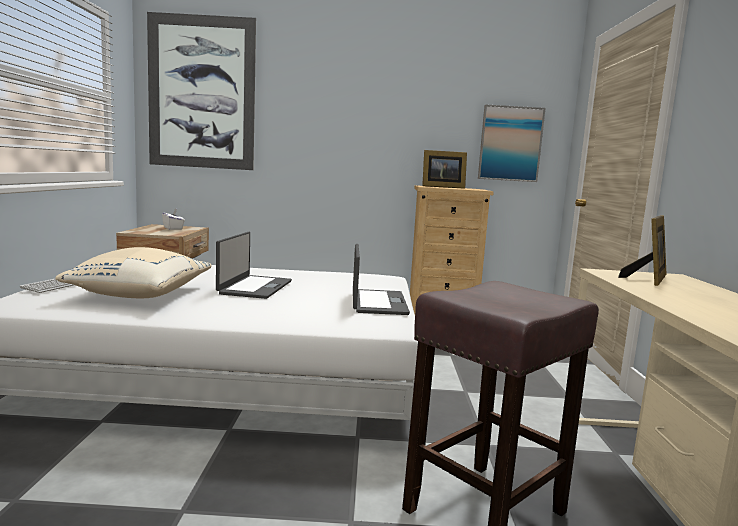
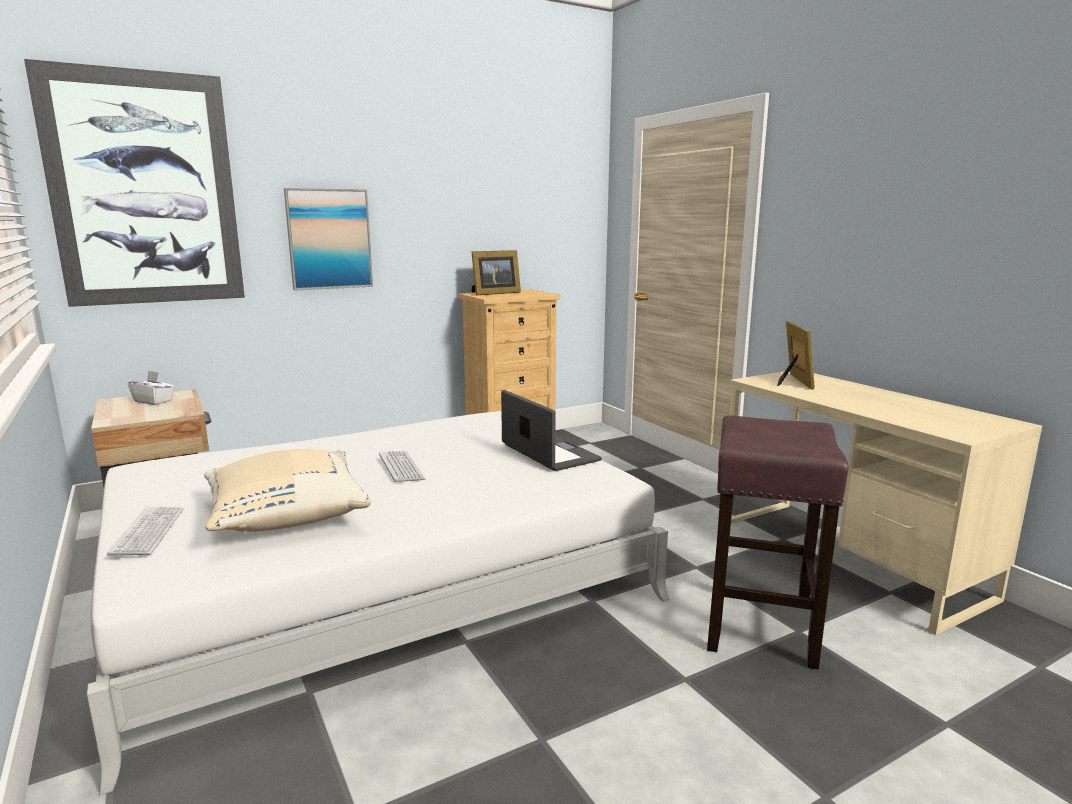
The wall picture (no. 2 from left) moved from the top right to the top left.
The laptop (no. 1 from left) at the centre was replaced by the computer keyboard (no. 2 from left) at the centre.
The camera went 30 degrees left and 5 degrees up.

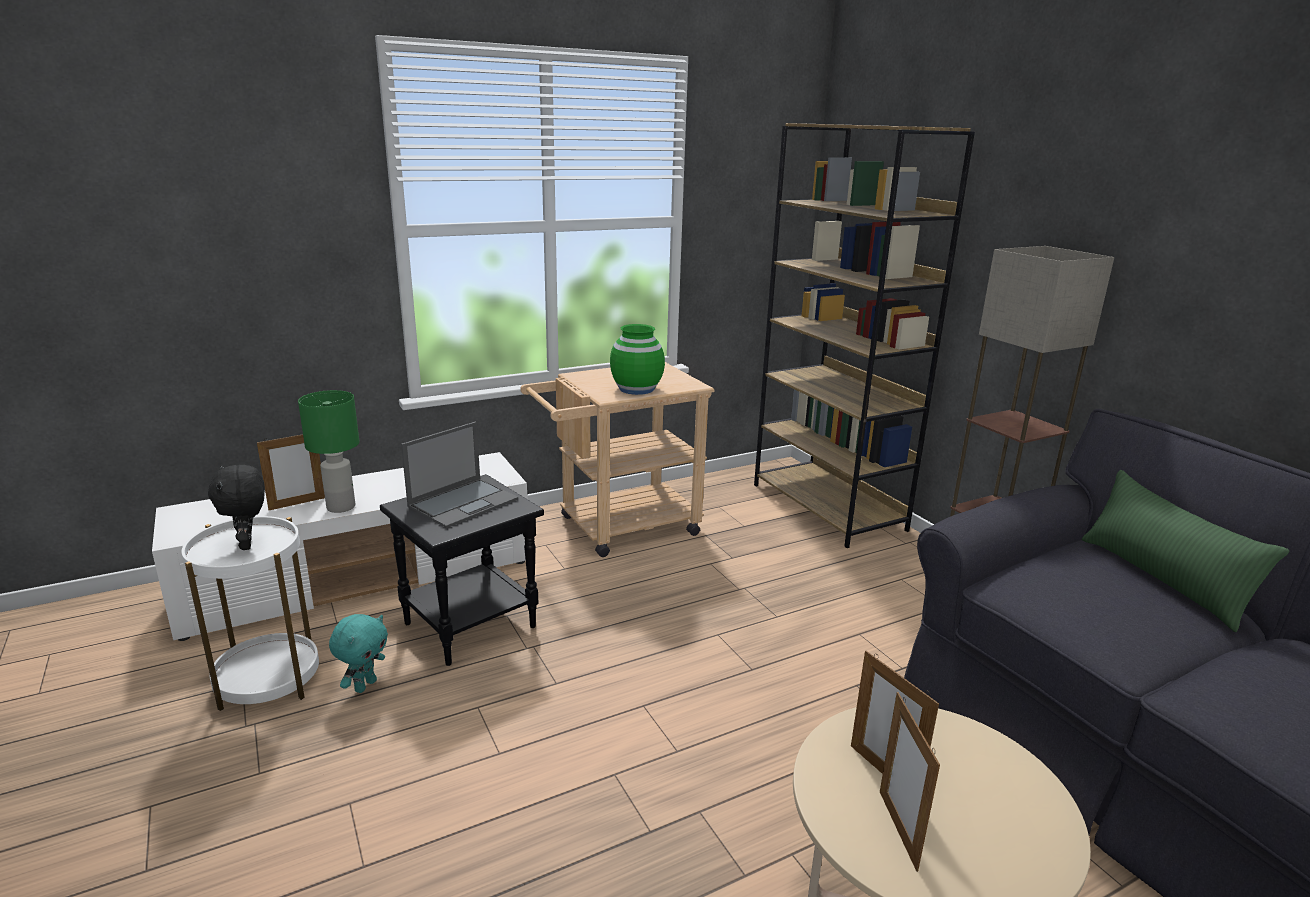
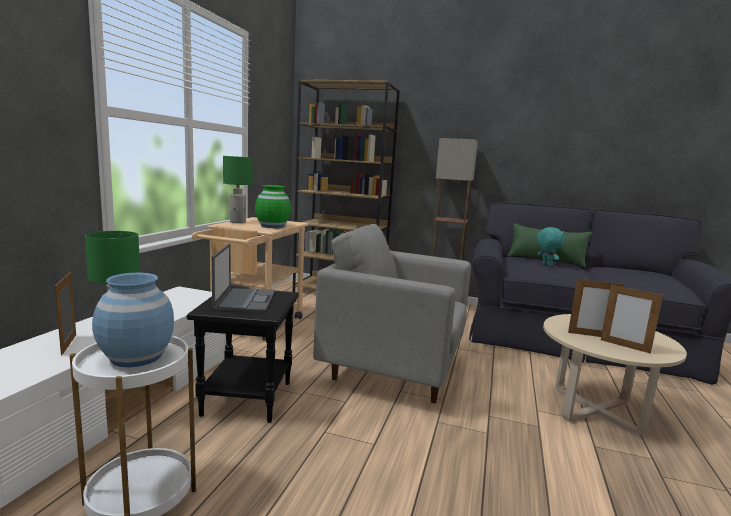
The standing frame (no. 1 from left) at the middle left turned 150 degrees clockwise.
The blackish soft toy at the middle left was replaced by the bluish decorative vase at the middle left.
The turquoise-coloured soft toy moved from the bottom left to the middle right.
The green-coloured table lamp (no. 2 from left) at the middle left appeared.
The gray easy chair at the centre appeared.
The camera went 45 degrees left and 10 degrees down.

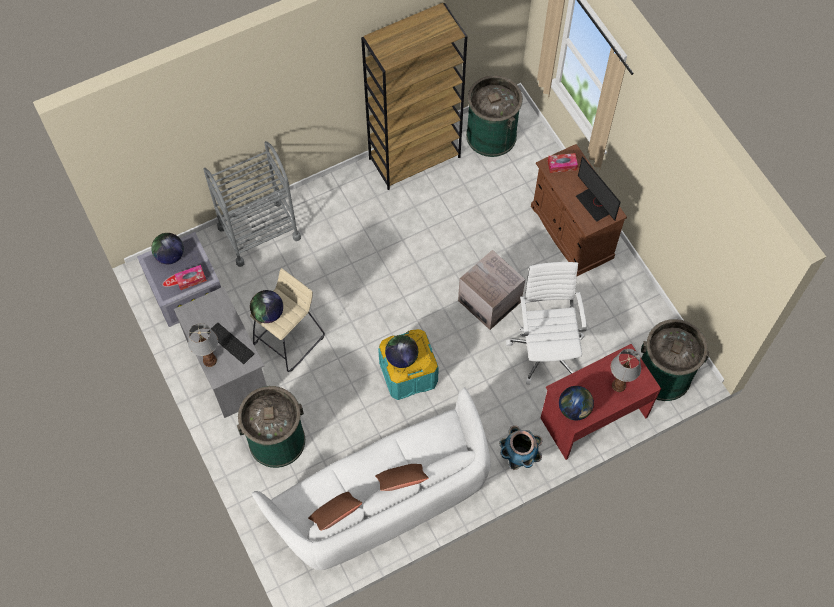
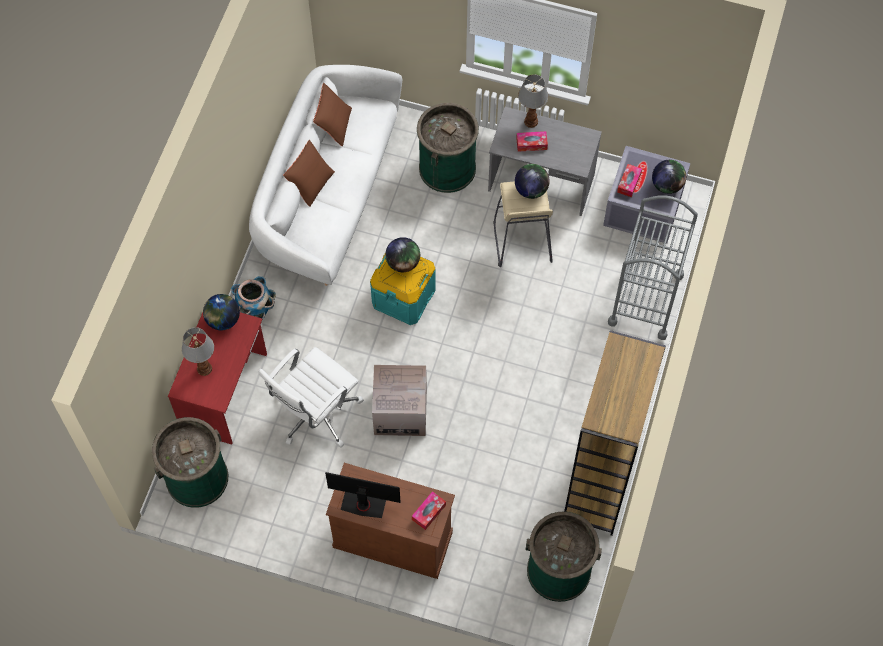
The white computer chair at the centre turned 90 degrees clockwise.
The computer keyboard at the middle left was replaced by the tissue holder (no. 2 from left) at the top centre.
The camera went 135 degrees right and 0 degrees up.

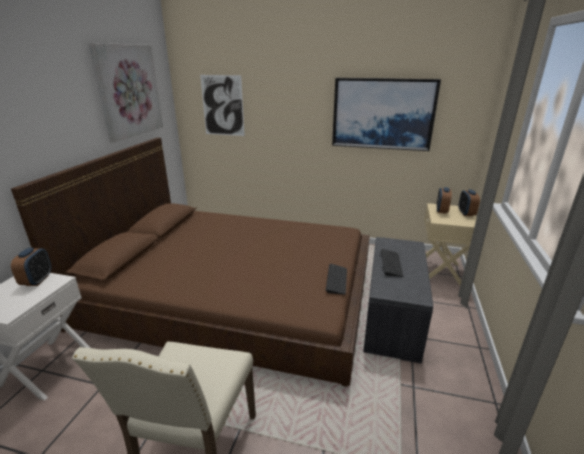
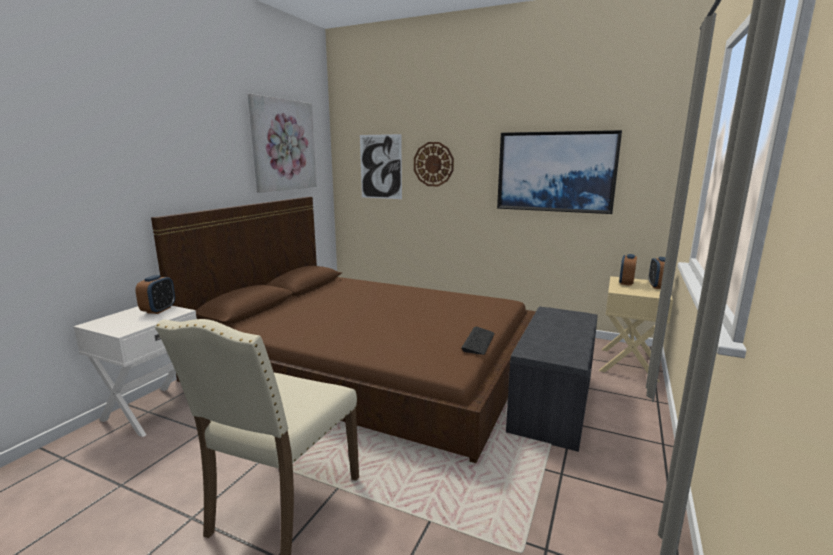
The computer keyboard (no. 2 from left) at the middle right disappeared.
The wall clock at the top centre appeared.
The camera went 10 degrees right and 10 degrees down.

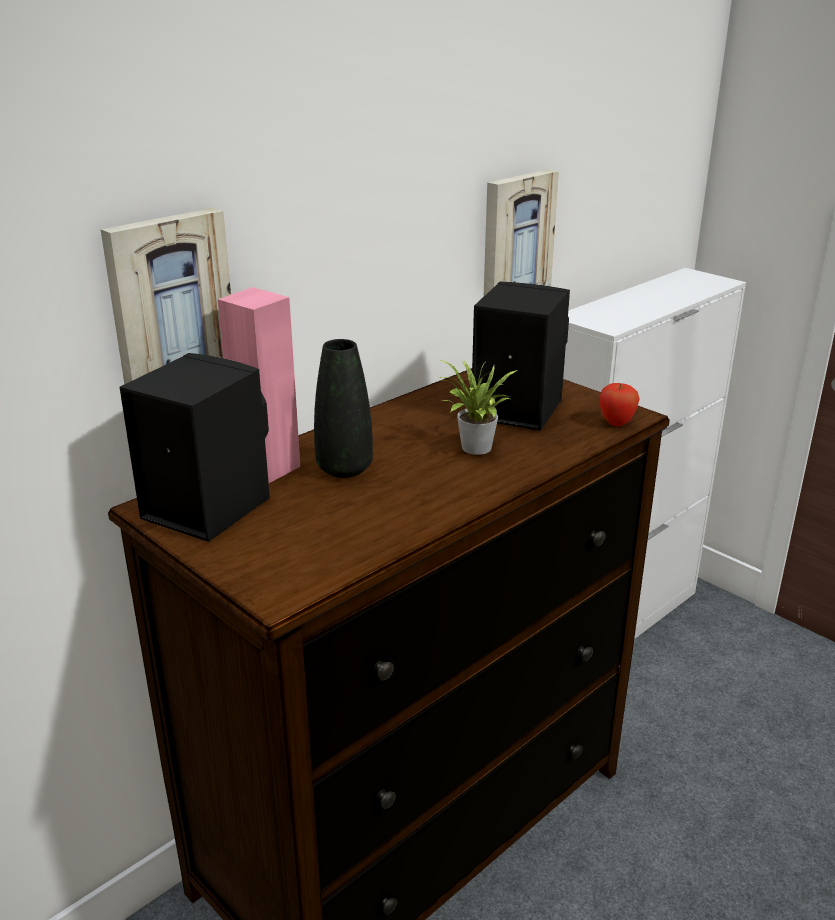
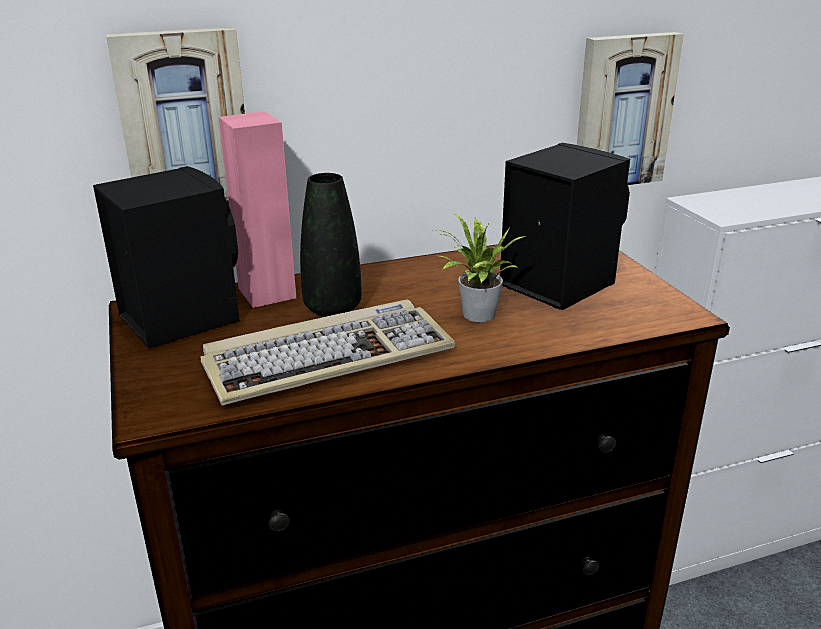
The apple at the middle right disappeared.
The computer keyboard at the centre appeared.
The camera went 25 degrees right and 0 degrees up.

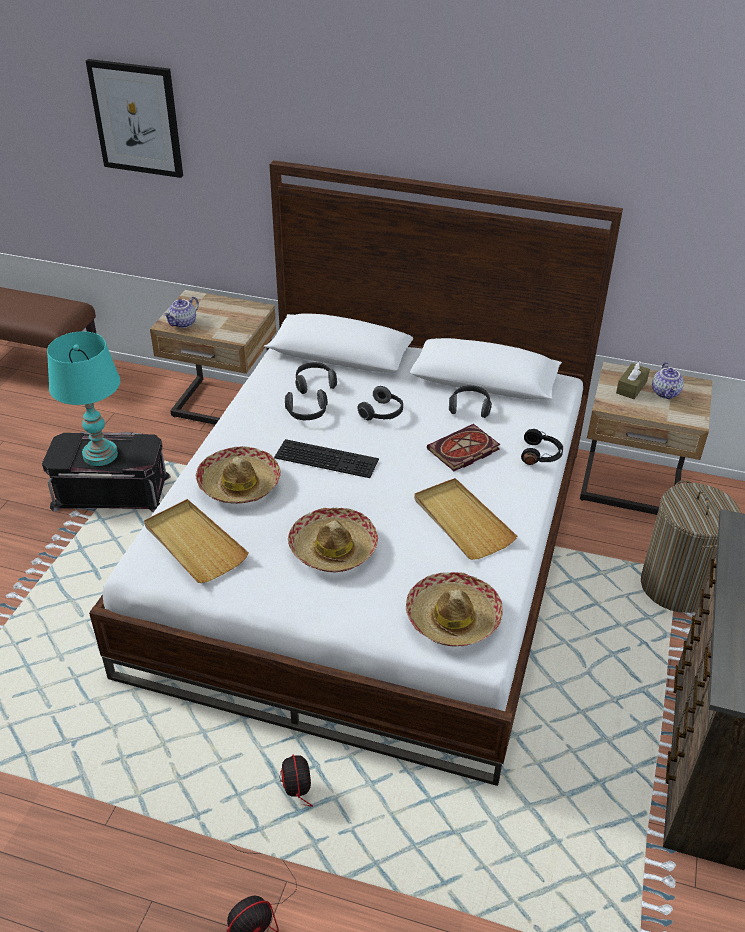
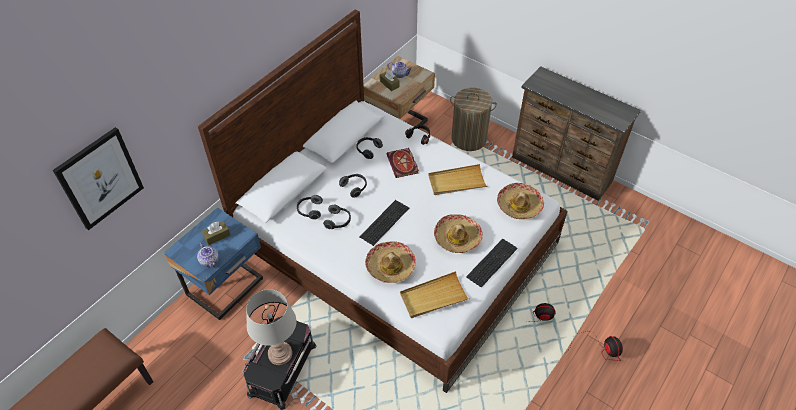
The sand-coloured night table (no. 1 from left) at the middle left became the bluish night table at the middle left.
The turquoise-coloured table lamp at the middle left became the gray table lamp at the bottom centre.
The brown tissue holder (no. 1 from left) at the middle left appeared.
The computer keyboard (no. 2 from left) at the centre appeared.
The camera went 70 degrees left and 10 degrees up.

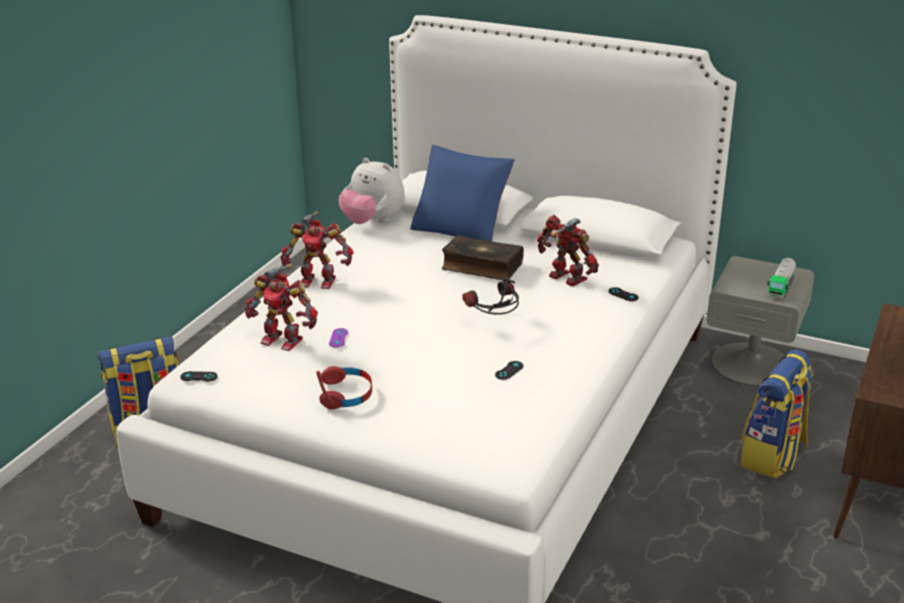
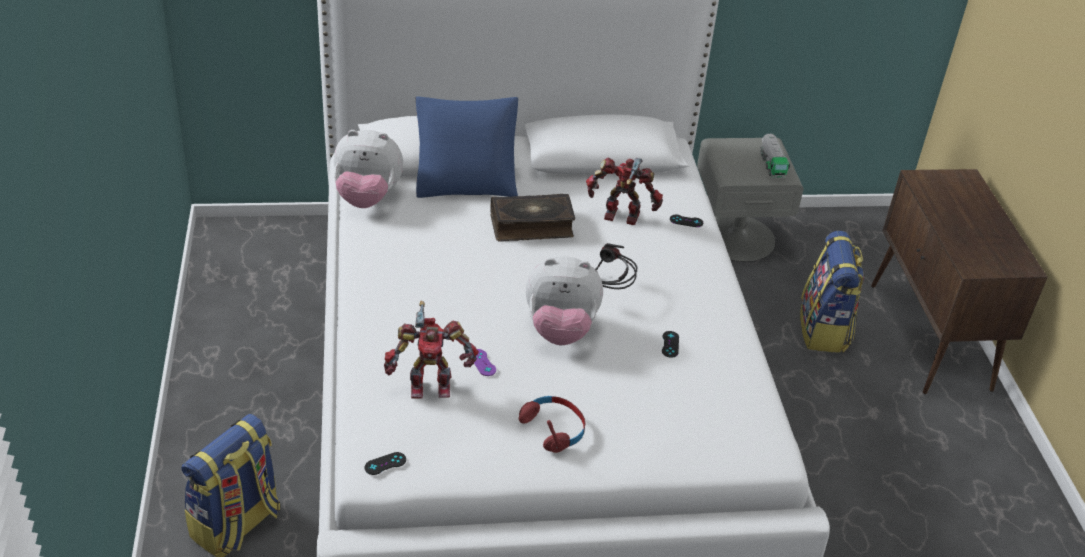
The toy robot (no. 2 from left) at the centre disappeared.
The soft toy (no. 2 from left) at the centre appeared.
The camera went 35 degrees left and 10 degrees up.

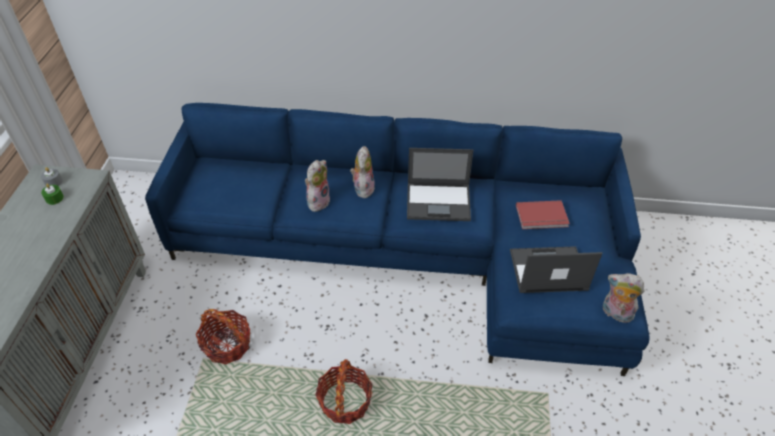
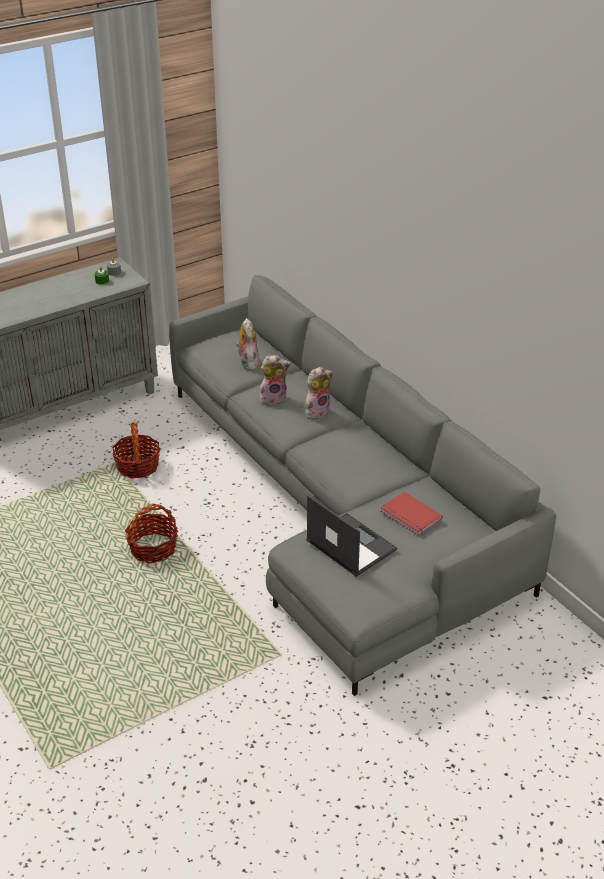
The bluish settee at the centre became the gray settee at the centre.
The laptop (no. 1 from left) at the centre disappeared.
The soft toy (no. 3 from left in the first image) moved from the bottom right to the centre.
The camera went 50 degrees right and 10 degrees down.

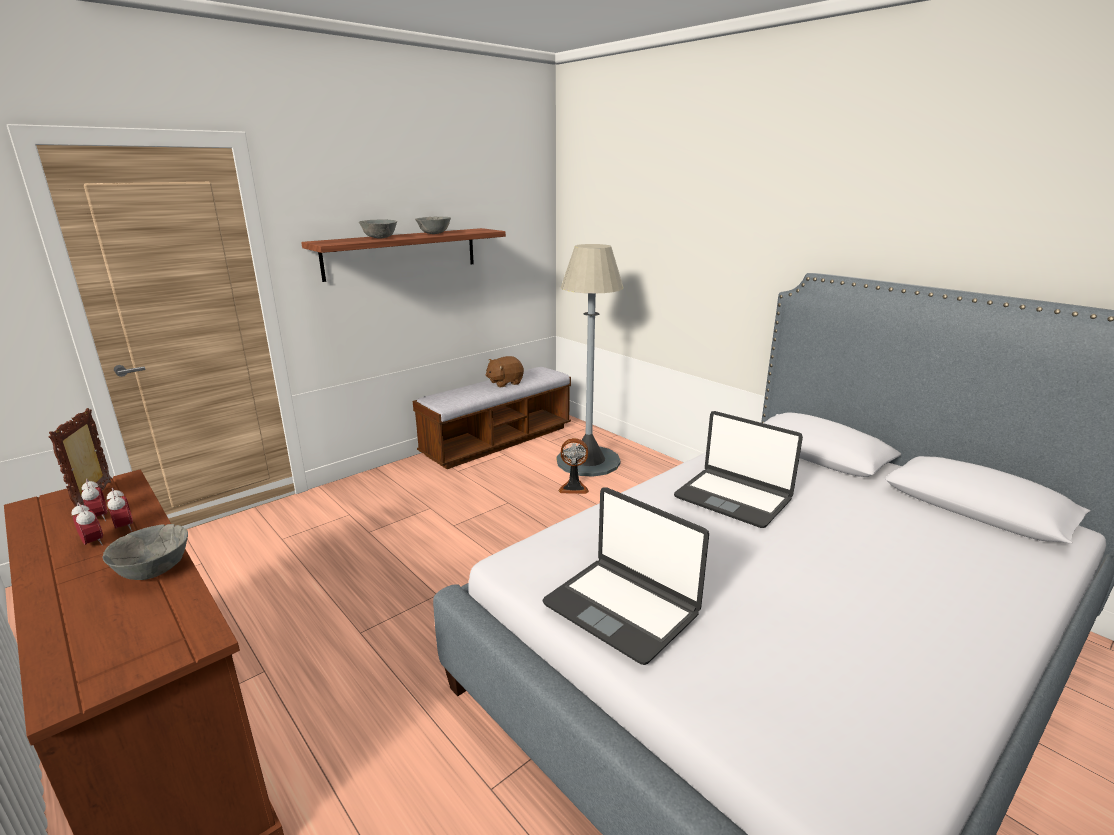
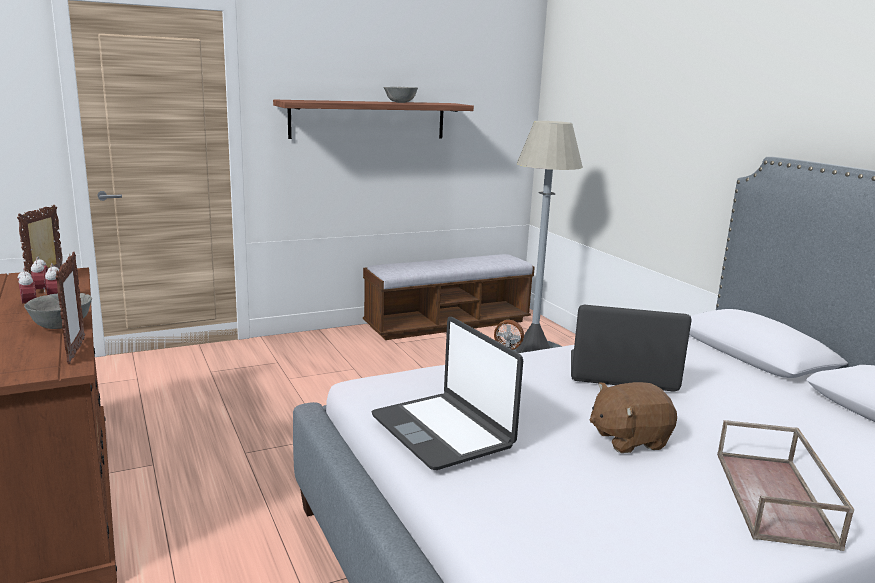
The gray bowl (no. 2 from left) at the top centre disappeared.
The brown soft toy moved from the centre to the bottom right.
The laptop (no. 2 from left) at the centre turned 135 degrees clockwise.
The standing frame (no. 2 from left) at the middle left appeared.
The brown carrying tray at the bottom right appeared.
The camera went 15 degrees right and 5 degrees down.

